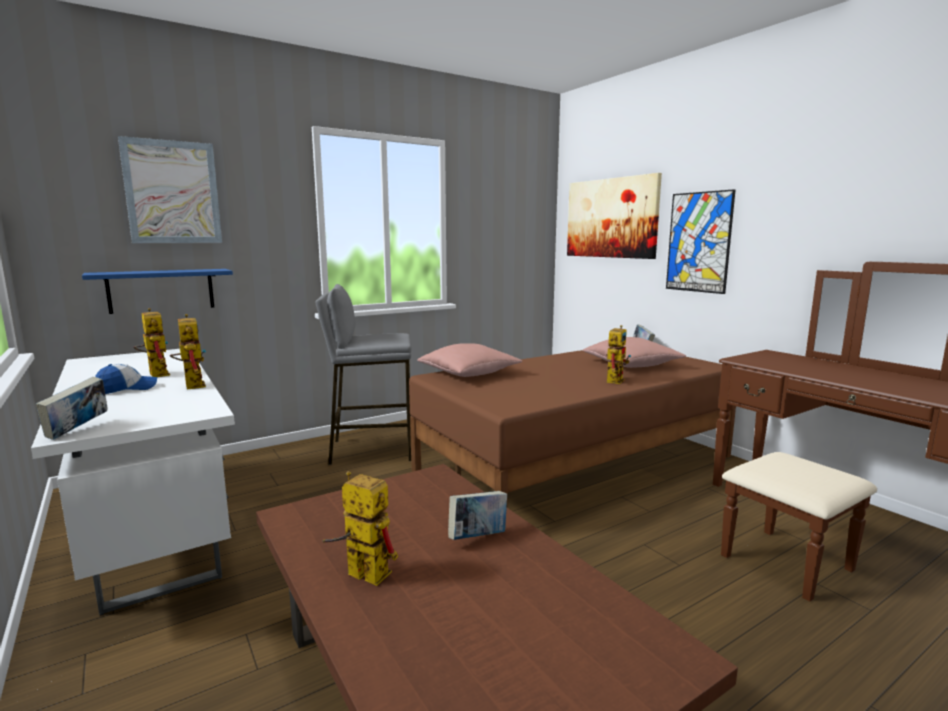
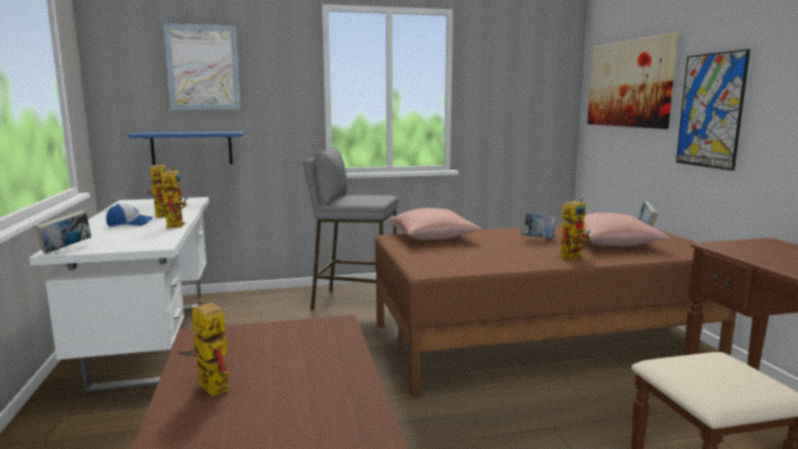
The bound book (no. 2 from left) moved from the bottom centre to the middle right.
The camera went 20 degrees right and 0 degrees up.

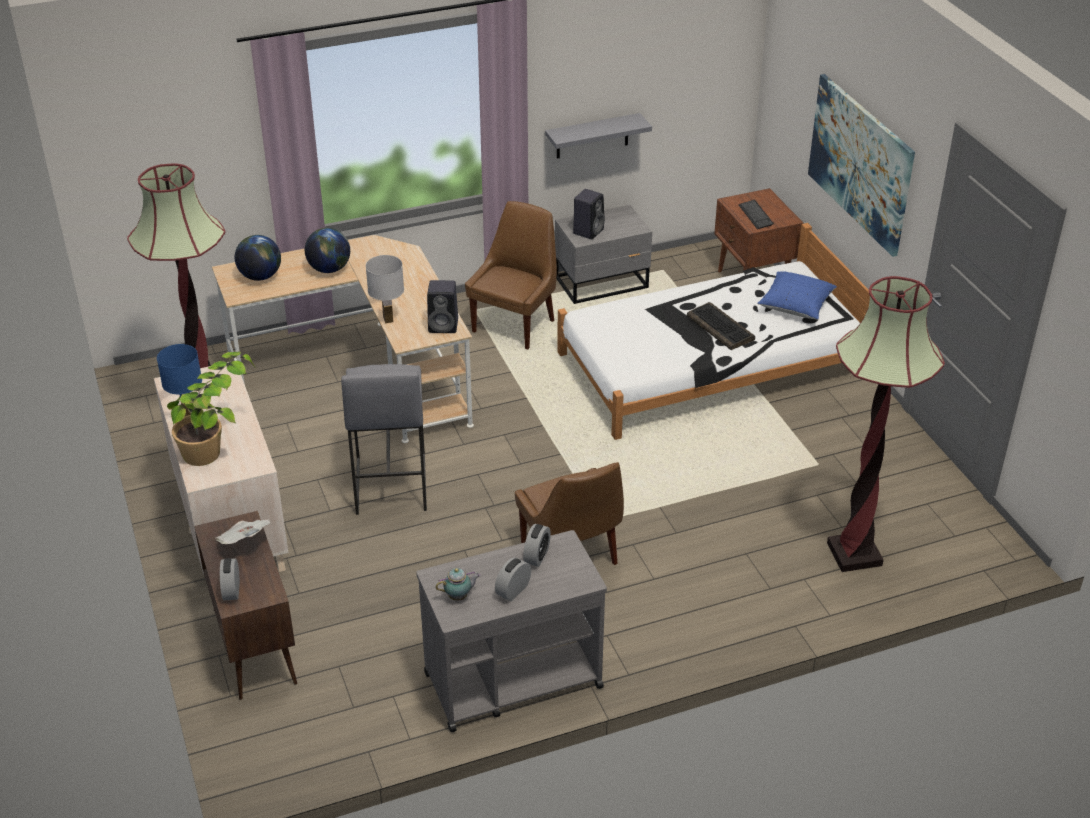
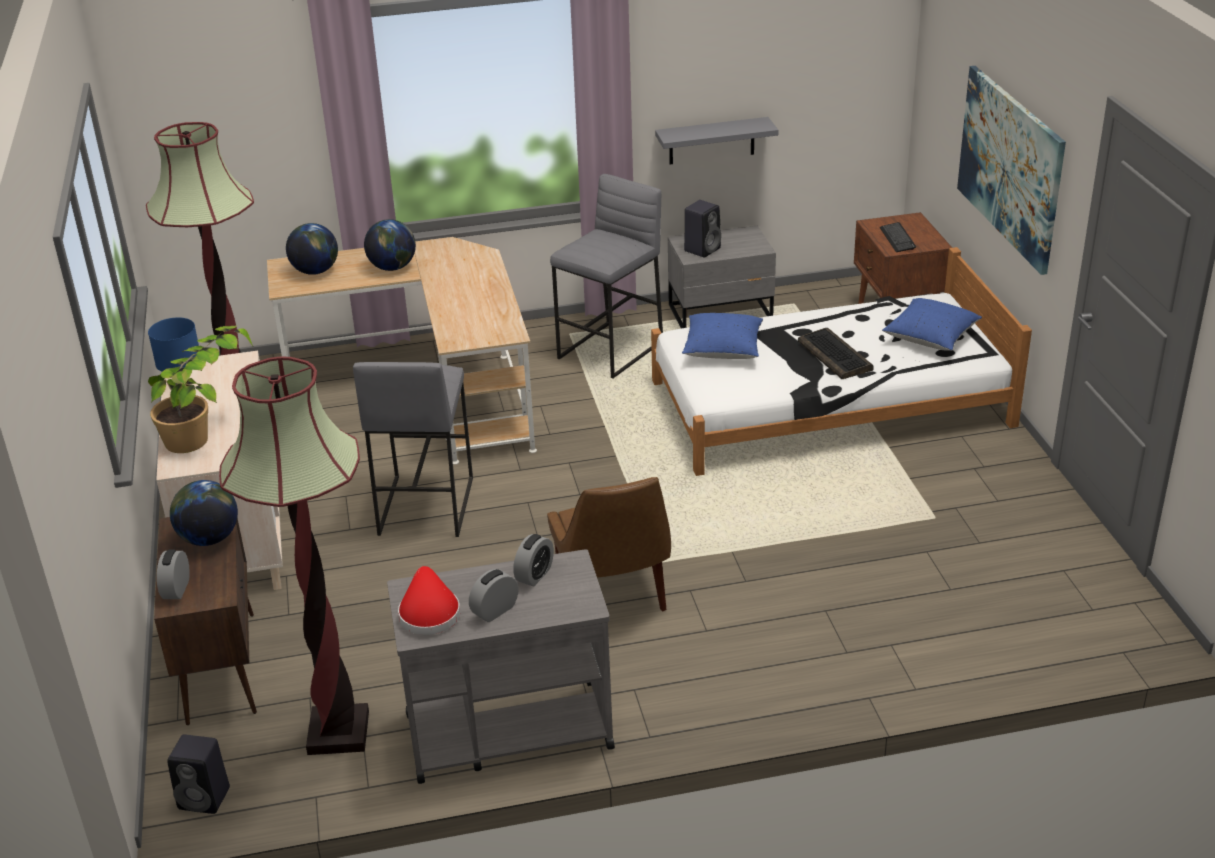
The brown plain chair (no. 1 from left) at the centre was replaced by the gray stool seat (no. 2 from left) at the top centre.
The white table lamp at the centre disappeared.
The standard lamp (no. 2 from left) moved from the middle right to the middle left.
The blackish speaker (no. 1 from left) moved from the centre to the bottom left.
The daily paper at the middle left was replaced by the desk globe (no. 1 from left) at the middle left.
The tea pot at the bottom centre was replaced by the reddish hat at the bottom centre.
The bluish cushion (no. 1 from left) at the centre appeared.
The camera went 10 degrees right and 5 degrees down.

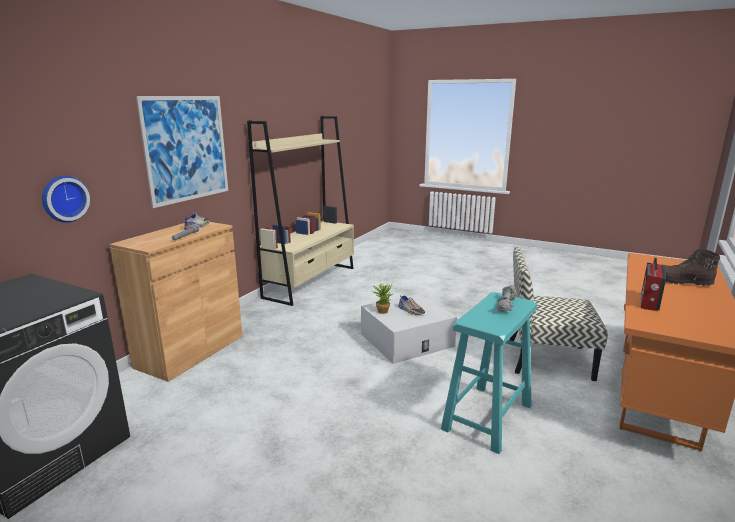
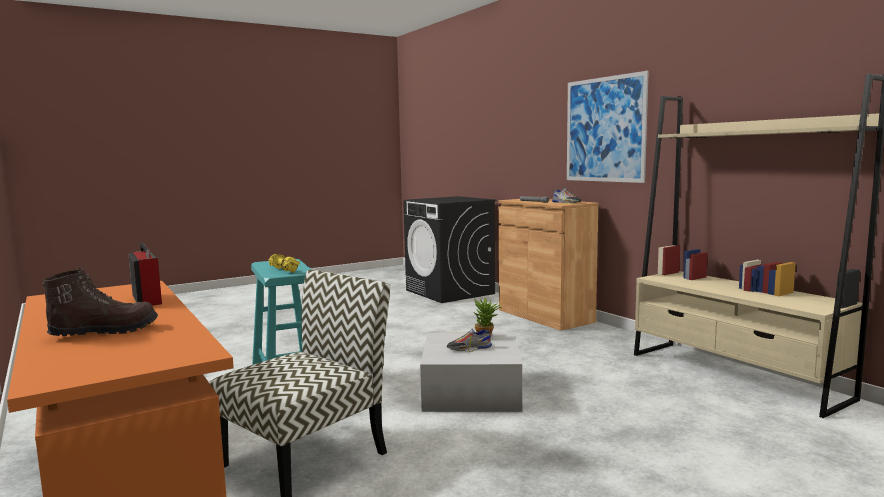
The wall clock at the middle left disappeared.
The gray hand weight at the middle right became the yellowish hand weight at the middle left.
The camera went 120 degrees right and 10 degrees down.

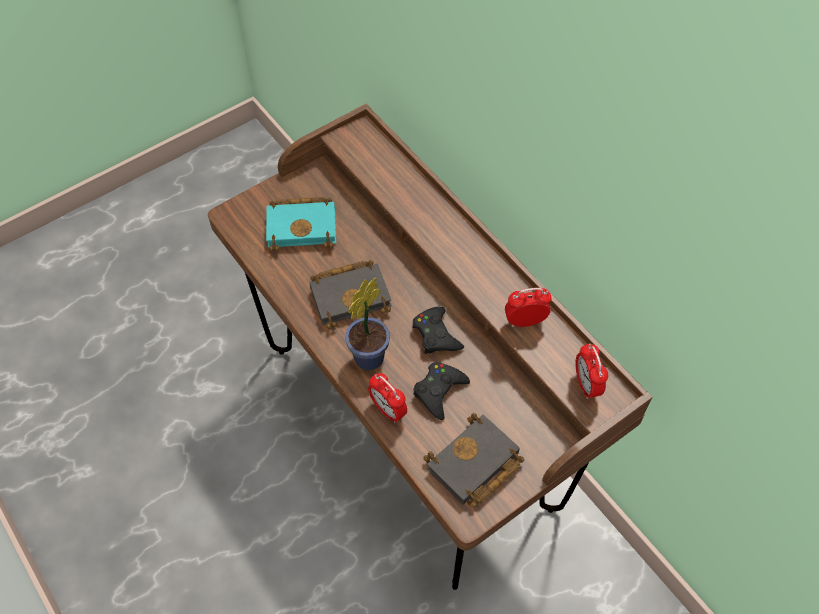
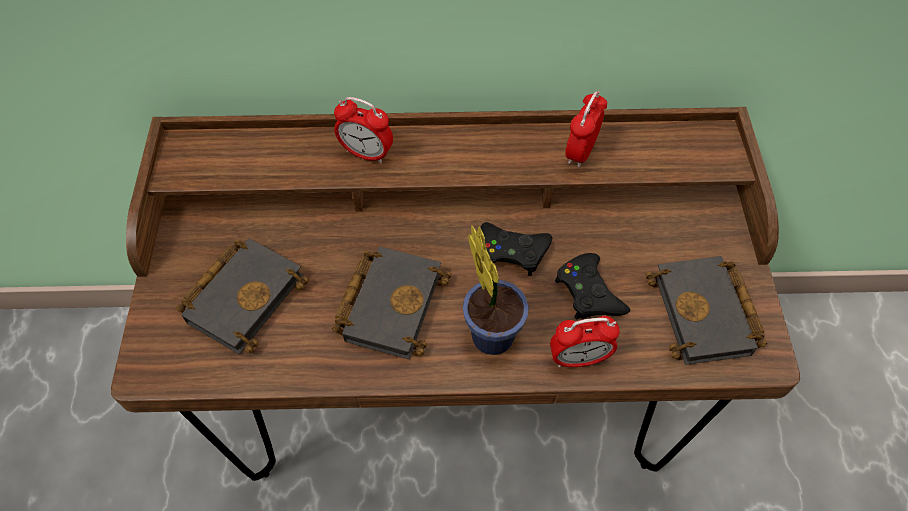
The turquoise-coloured bound book at the centre became the blackish bound book (no. 1 from left) at the middle left.
The table clock (no. 3 from left in the first image) moved from the middle right to the top centre.
The camera went 55 degrees left and 0 degrees up.

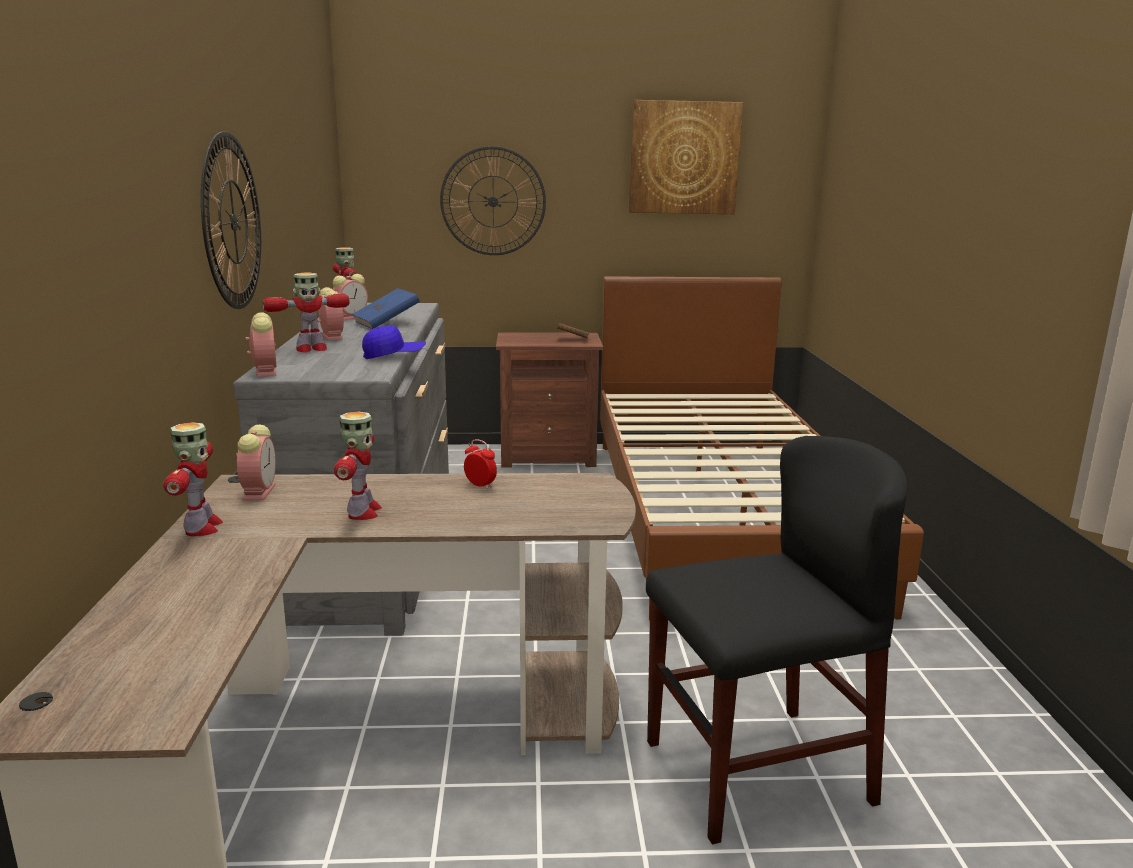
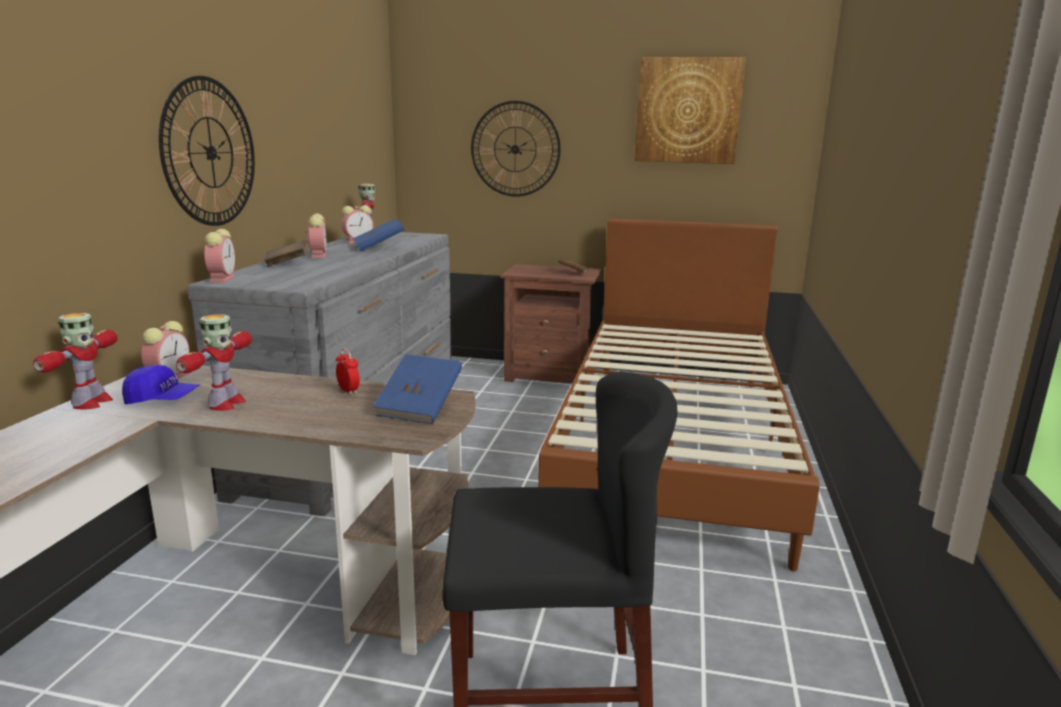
The toy robot (no. 2 from left) at the middle left was replaced by the brown bound book (no. 1 from left) at the middle left.
The bluish peaked cap moved from the centre to the middle left.
The bluish bound book (no. 2 from left) at the centre appeared.
The camera went 15 degrees right and 0 degrees up.

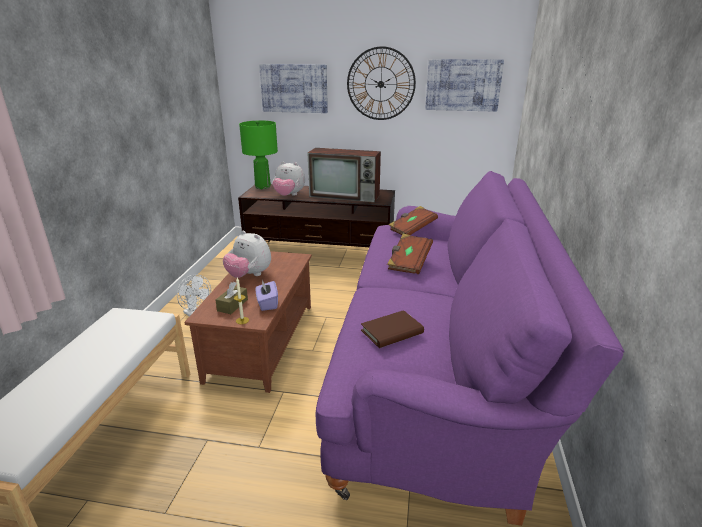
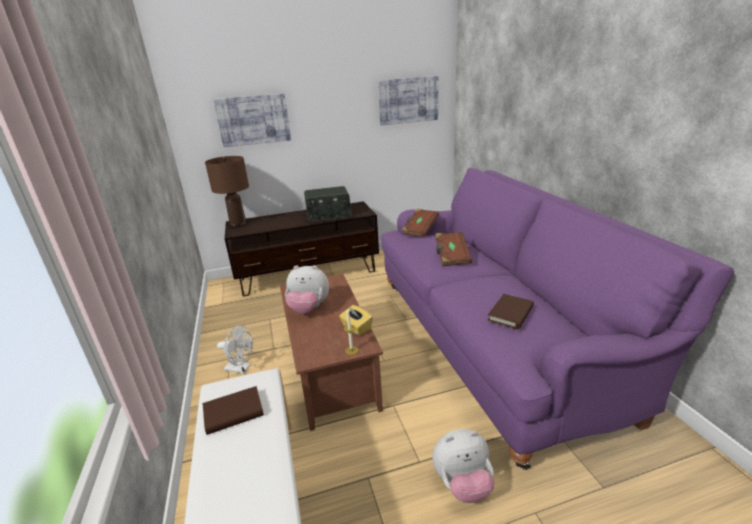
The wall clock at the top centre disappeared.
The green-coloured table lamp at the top centre became the brown table lamp at the middle left.
The TV at the top centre was replaced by the radio at the centre.
The soft toy (no. 2 from left) moved from the centre to the bottom centre.
The purple-coloured tissue holder at the centre became the yellowish tissue holder at the centre.
The brown tissue holder at the middle left disappeared.
The brown bound book (no. 1 from left) at the bottom left appeared.
The camera went 25 degrees left and 0 degrees up.

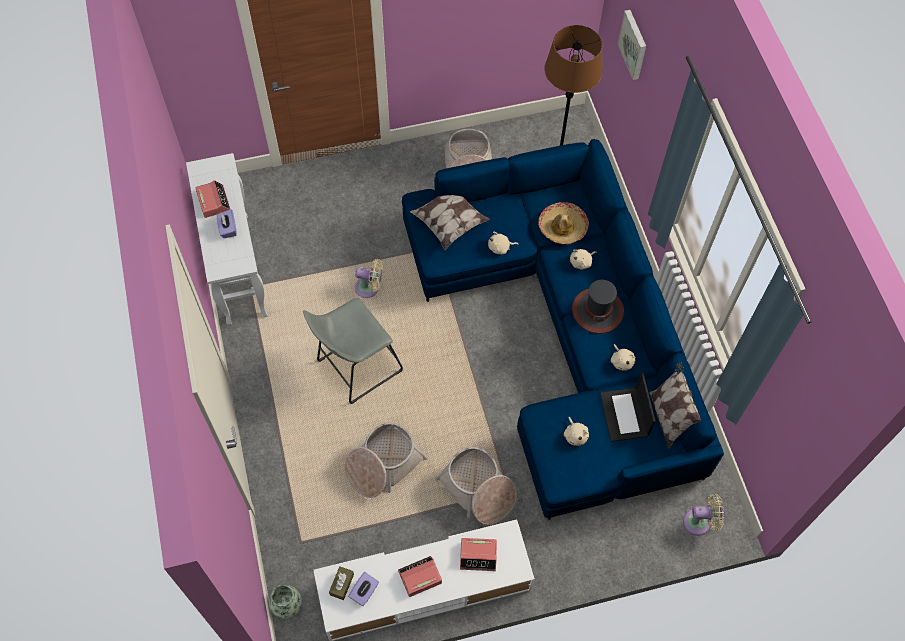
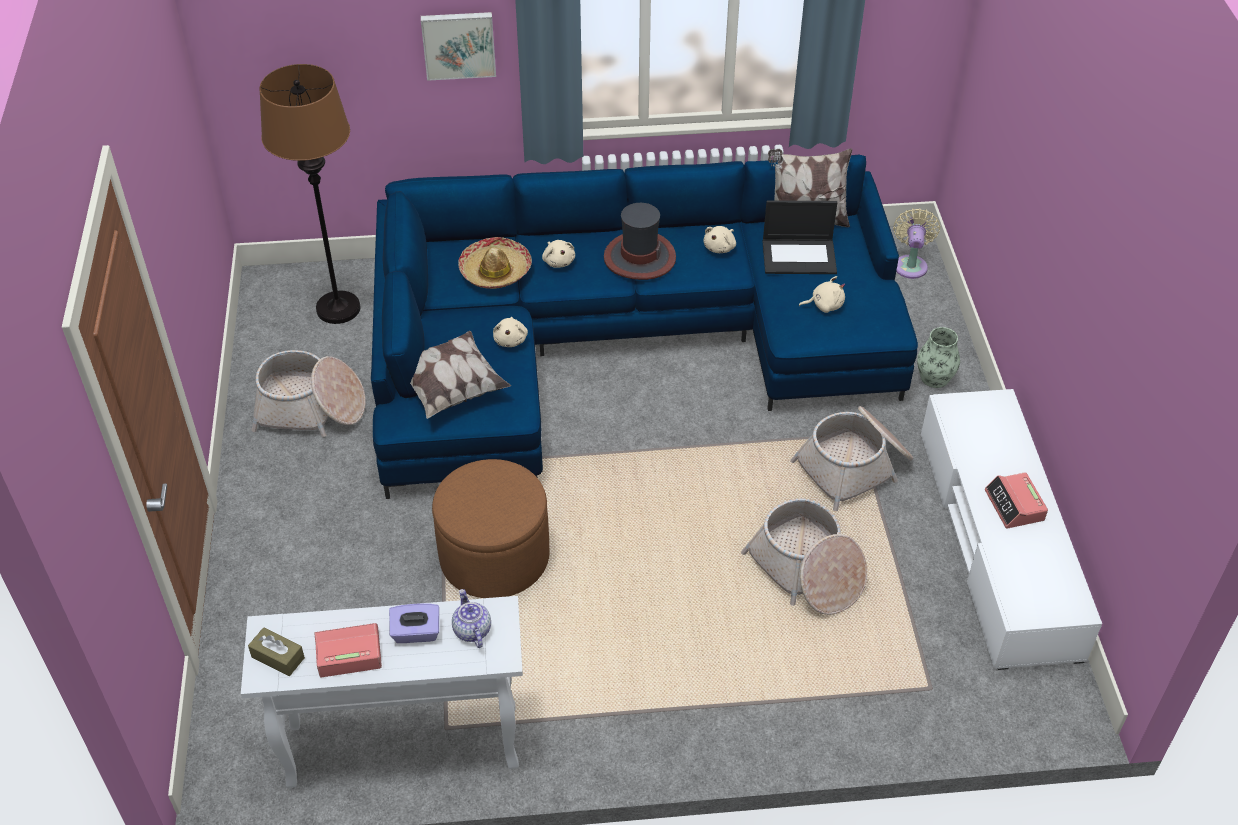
The wall picture moved from the top right to the top centre.
The sand-coloured electric fan (no. 1 from left) at the centre was replaced by the brown pouffe at the centre.
The gray stool seat at the centre disappeared.
The sand-coloured soft toy (no. 4 from left in the first image) at the middle right turned 135 degrees clockwise.
The table clock (no. 3 from left) at the bottom centre disappeared.
The brown tissue holder moved from the bottom centre to the bottom left.
The purple-coloured tissue holder (no. 2 from left) at the bottom centre disappeared.
The decorative vase moved from the bottom left to the middle right.
The tea pot at the bottom centre appeared.
The camera went 80 degrees left and 15 degrees down.

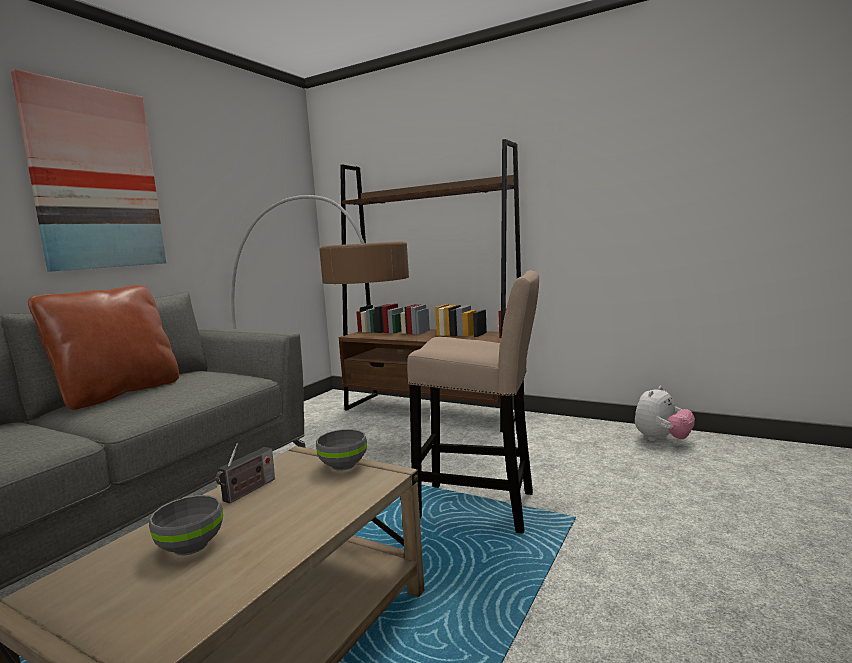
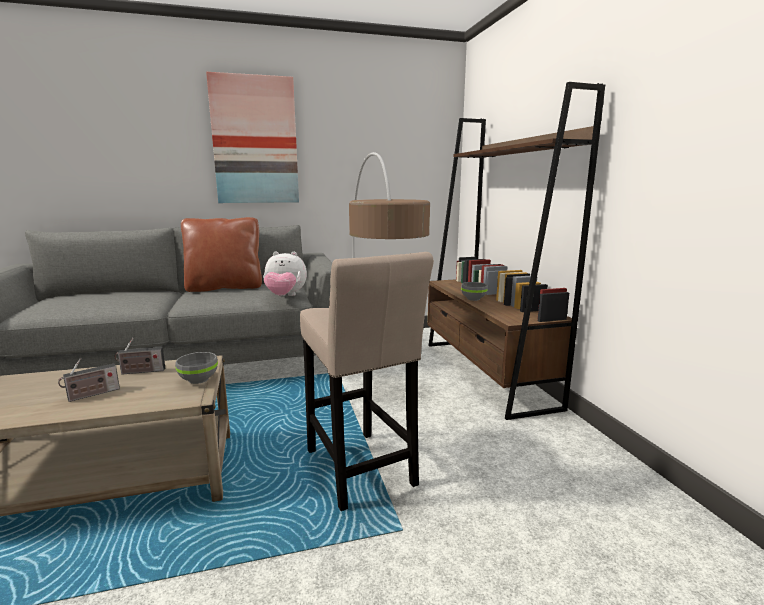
The soft toy moved from the middle right to the centre.
The gray bowl (no. 1 from left in the first image) moved from the bottom left to the centre.
The radio (no. 1 from left) at the middle left appeared.
The camera went 45 degrees right and 5 degrees up.

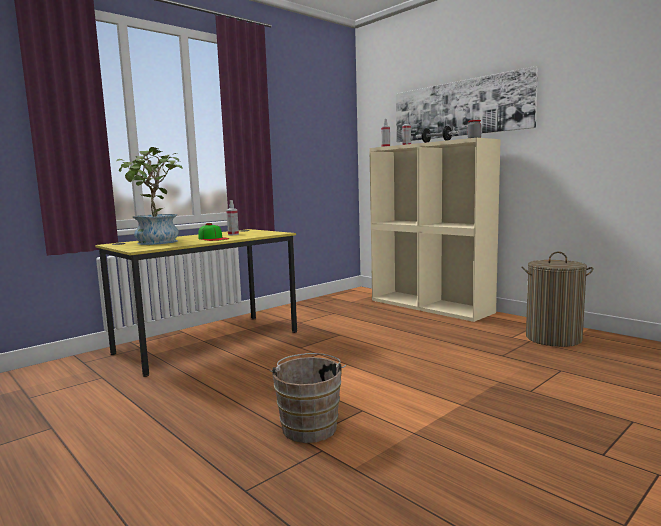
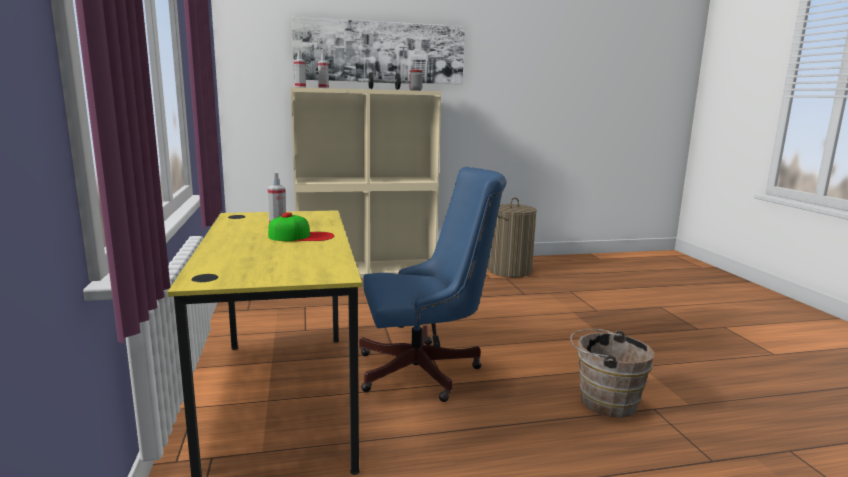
The plant in a pot at the middle left disappeared.
The bluish computer chair at the centre appeared.
The camera went 60 degrees left and 5 degrees up.

